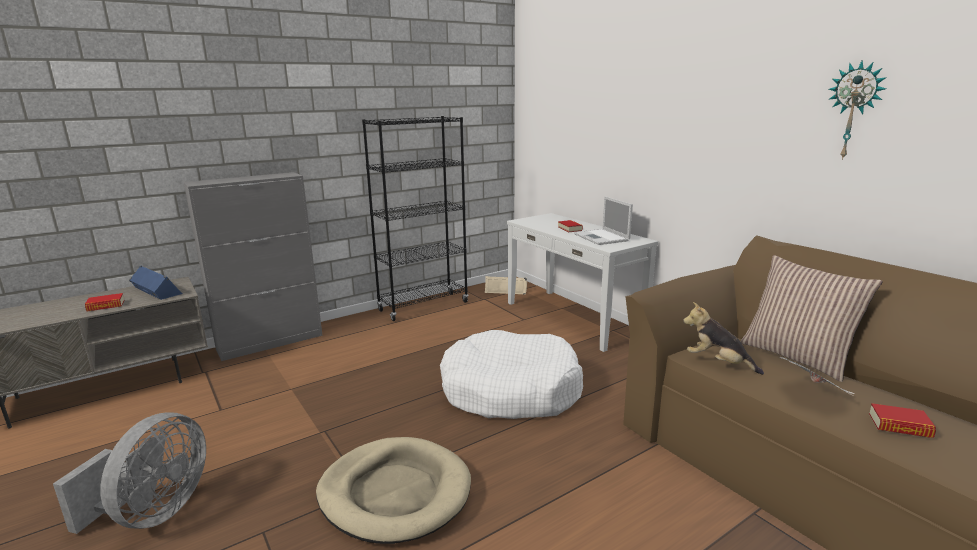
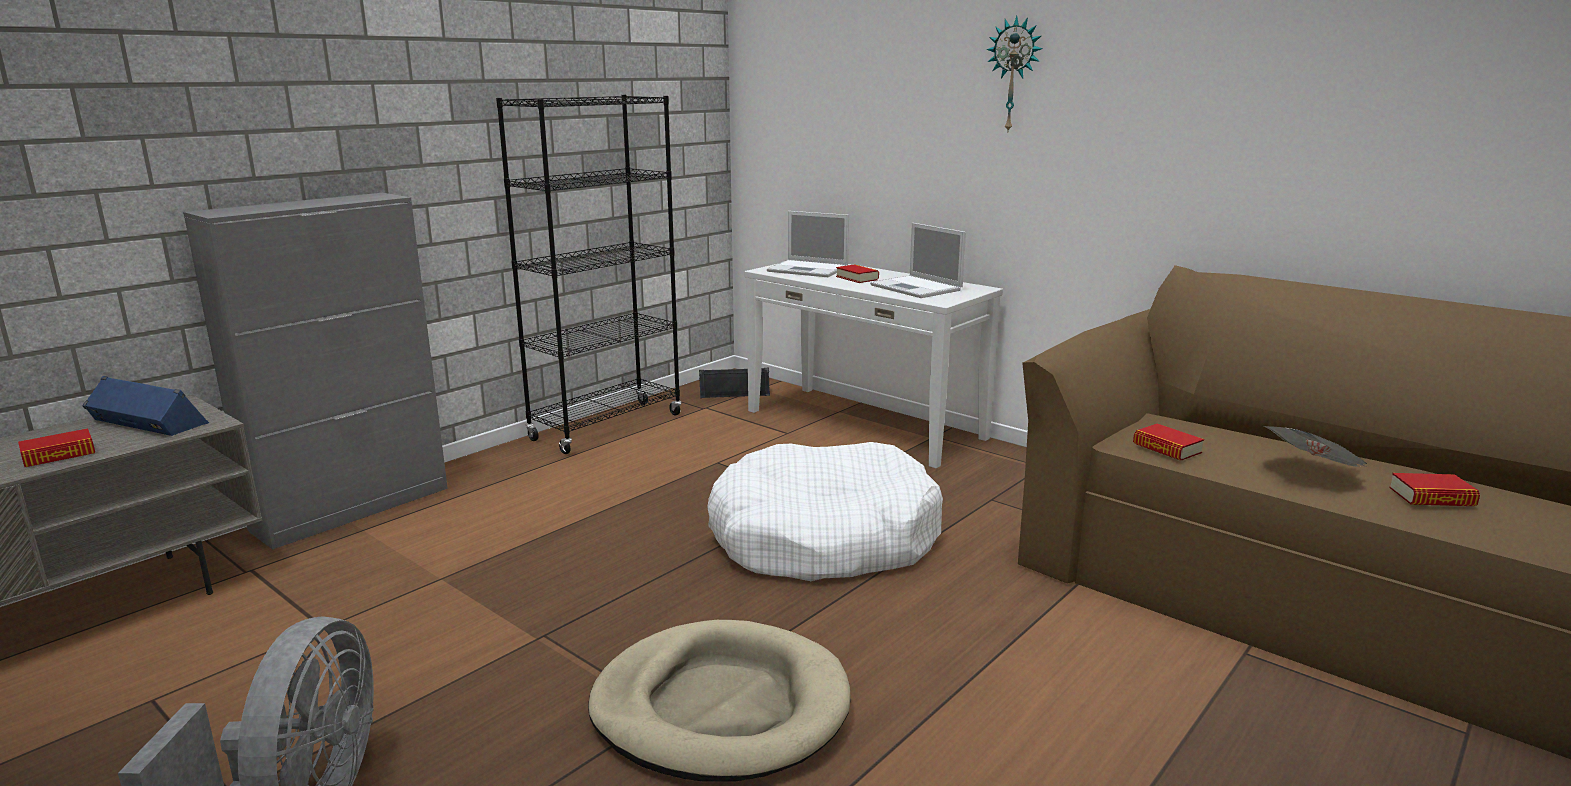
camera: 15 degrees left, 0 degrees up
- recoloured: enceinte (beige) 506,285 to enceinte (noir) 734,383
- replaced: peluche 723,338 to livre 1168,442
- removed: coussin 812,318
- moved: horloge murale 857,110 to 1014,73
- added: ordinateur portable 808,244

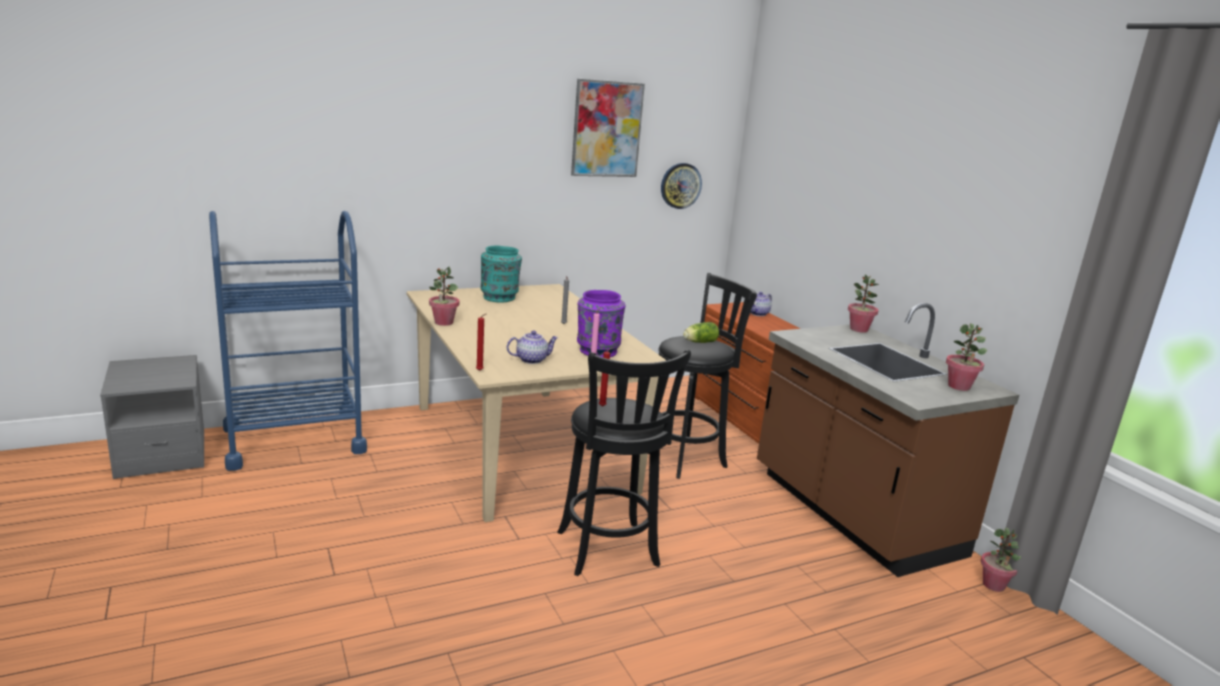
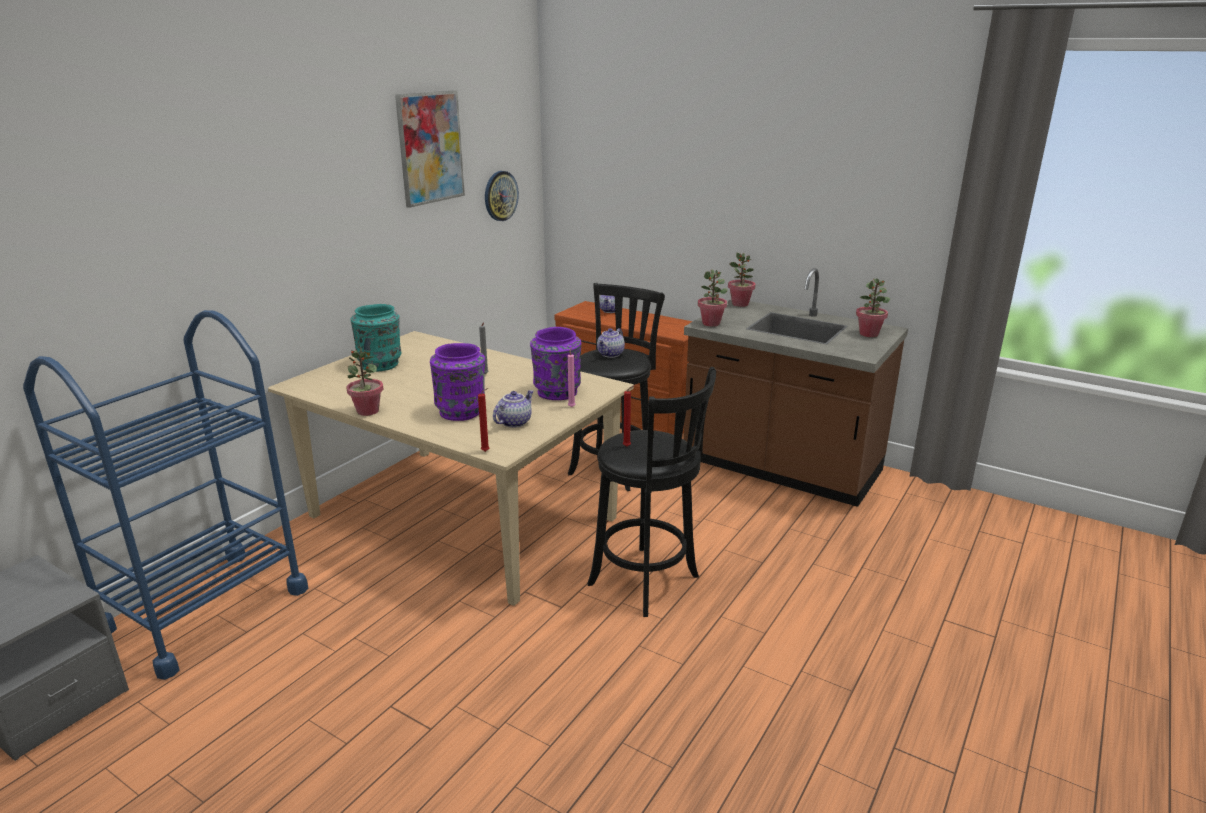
camera: 30 degrees left, 5 degrees up
- replaced: laitue 701,332 to théière 611,343
- moved: plante en pot 1001,560 to 712,298
- added: vase (violet) 457,382

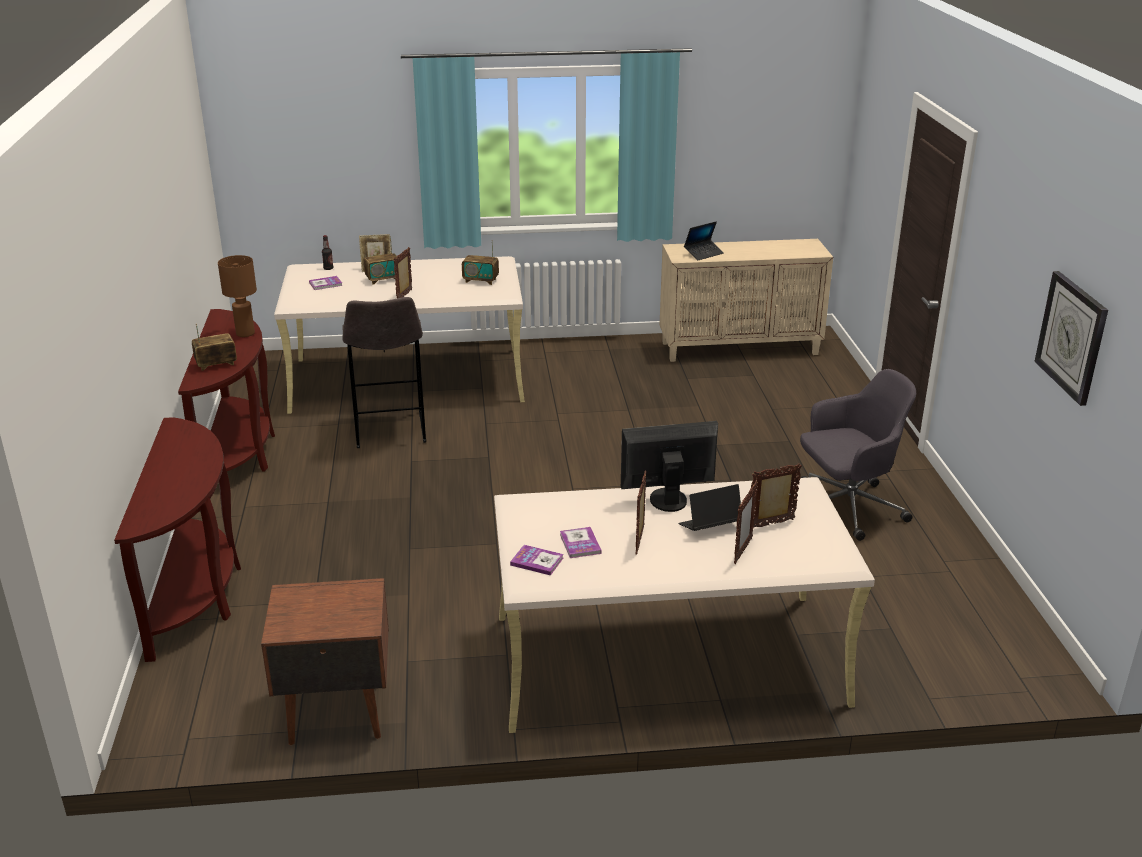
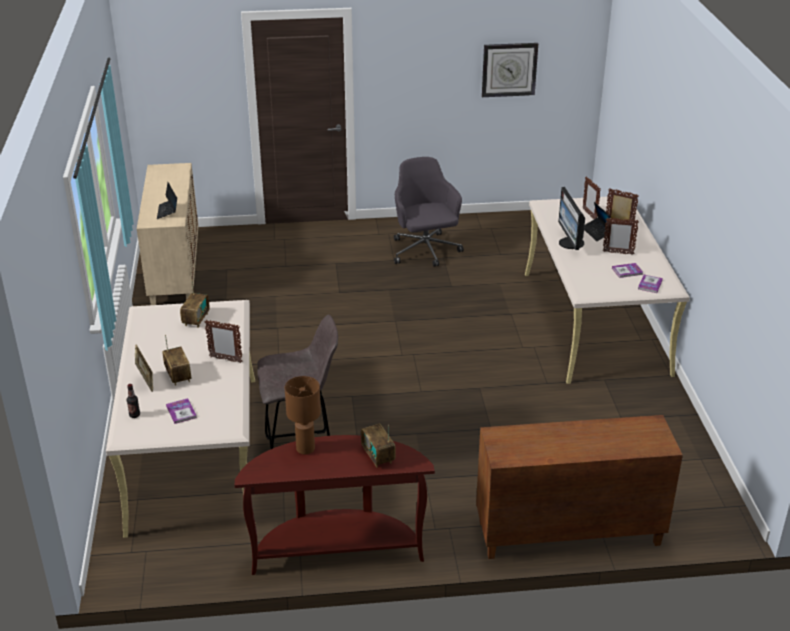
camera: 90 degrees left, 5 degrees up
- replaced: table console (marron) 177,539 to meuble de rangement (marron) 579,487
- removed: table de chevet (marron) 325,661
- turned: ordinateur portable 704,240 = 167,200 150 degrees counterclockwise

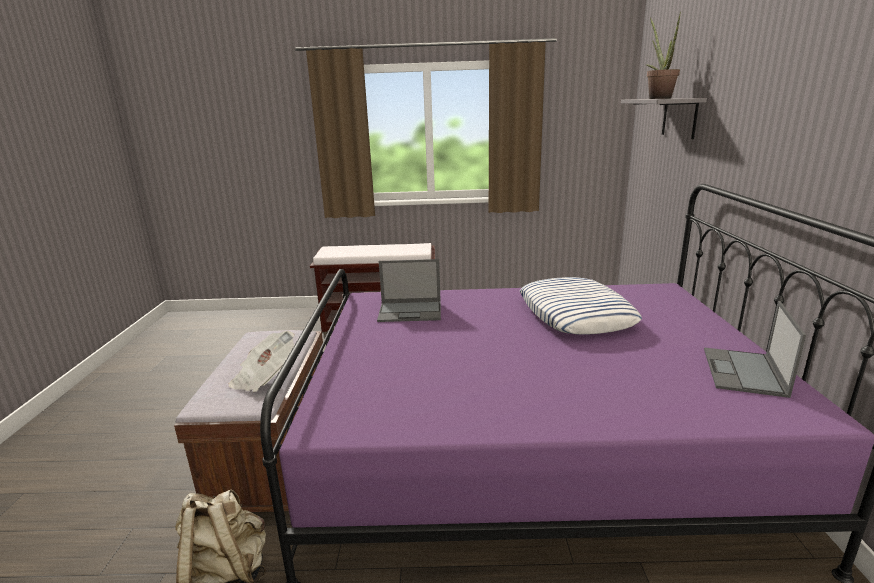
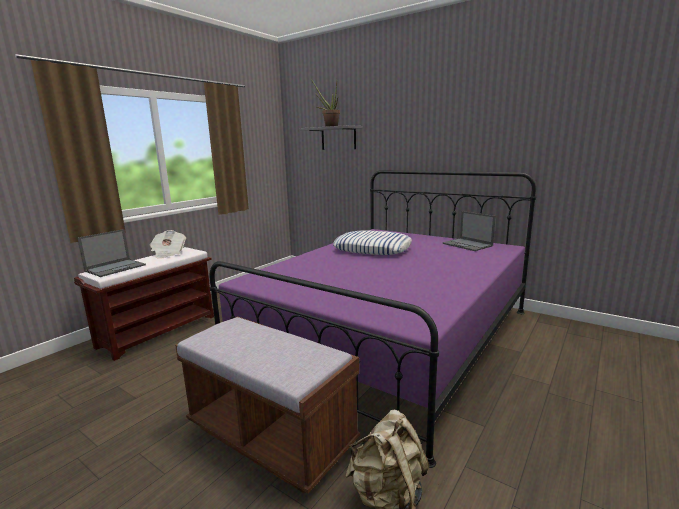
camera: 55 degrees left, 5 degrees down
- moved: journal 262,361 to 168,244
- moved: ordinateur portable 409,290 to 112,253

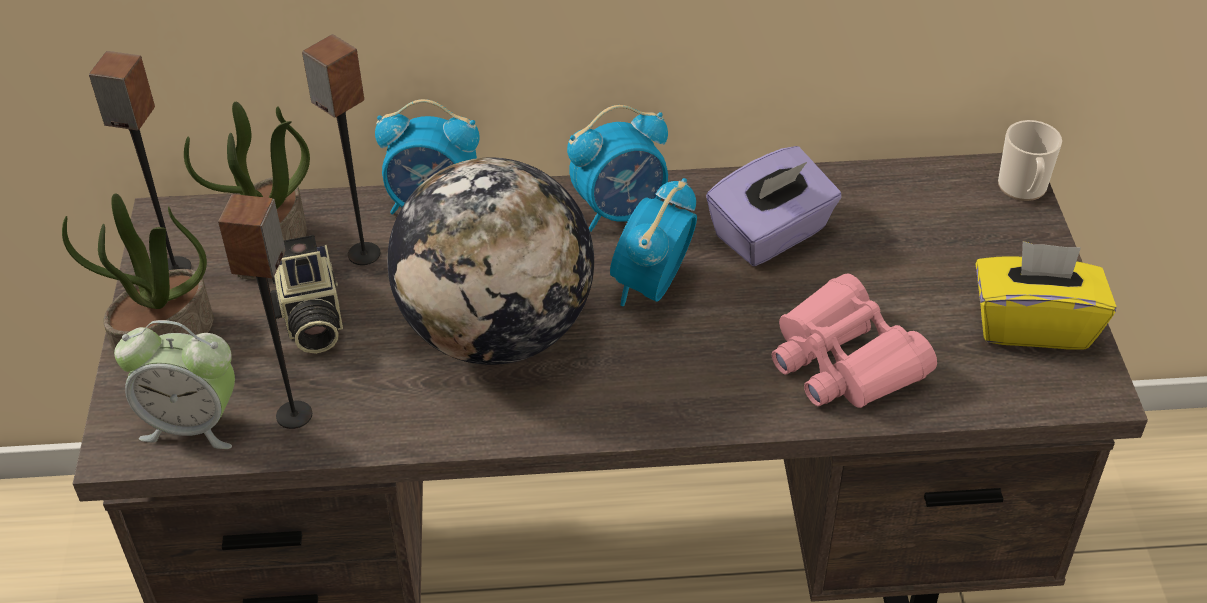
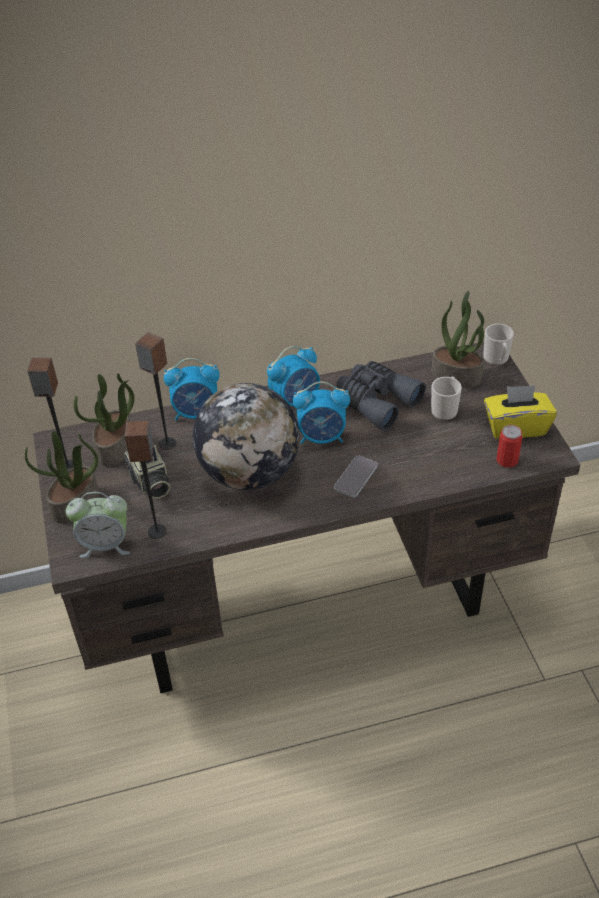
camera: 10 degrees left, 0 degrees up
- turned: réveil 653,242 = 321,412 105 degrees counterclockwise
- replaced: boîte à mouchoirs (violet) 774,206 to jumelles (gris) 381,396
- removed: jumelles (rose) 854,340
- added: téléphone 356,477
- added: plante en pot 457,339
- added: mug 446,398
- added: boîte métallique 509,446

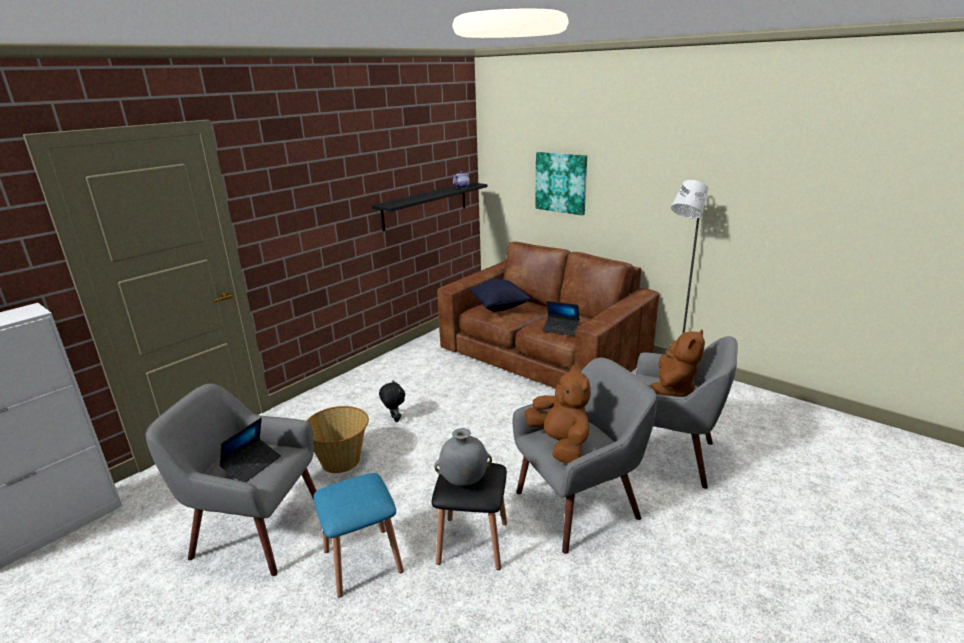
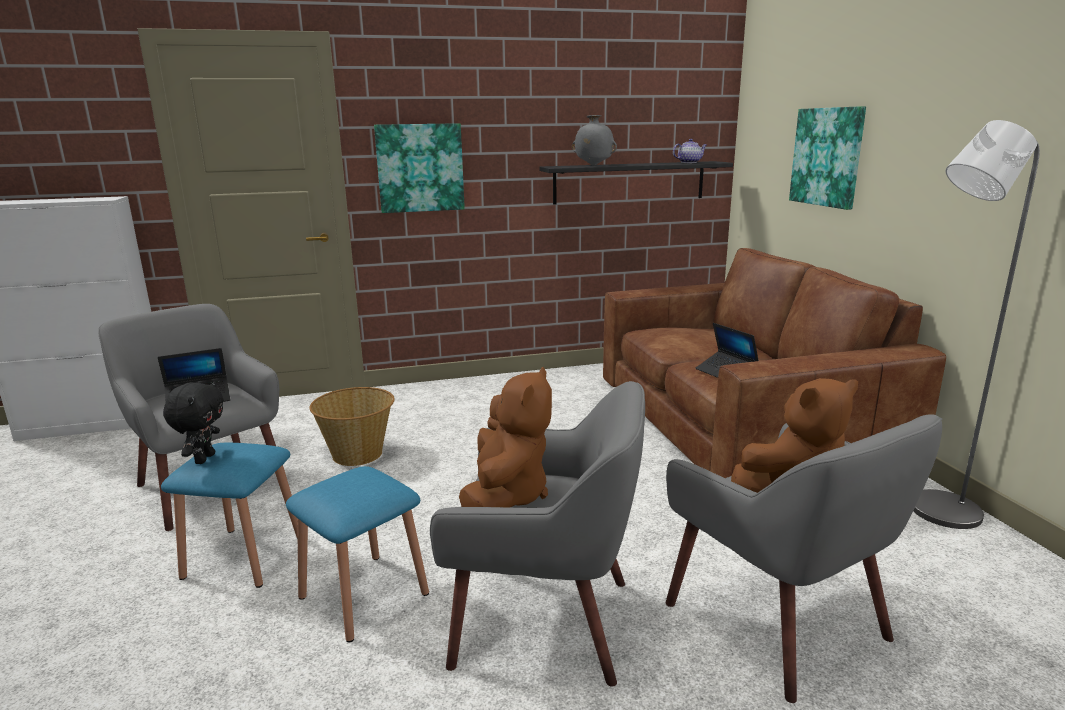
camera: 35 degrees right, 5 degrees down
- moved: peluche (noir) 392,401 to 193,422
- recoloured: tabouret (noir) 469,516 to tabouret (bleu) 357,554
- moved: vase (gris) 463,457 to 594,140
- removed: coussin (noir) 500,295
- added: tableau 419,168

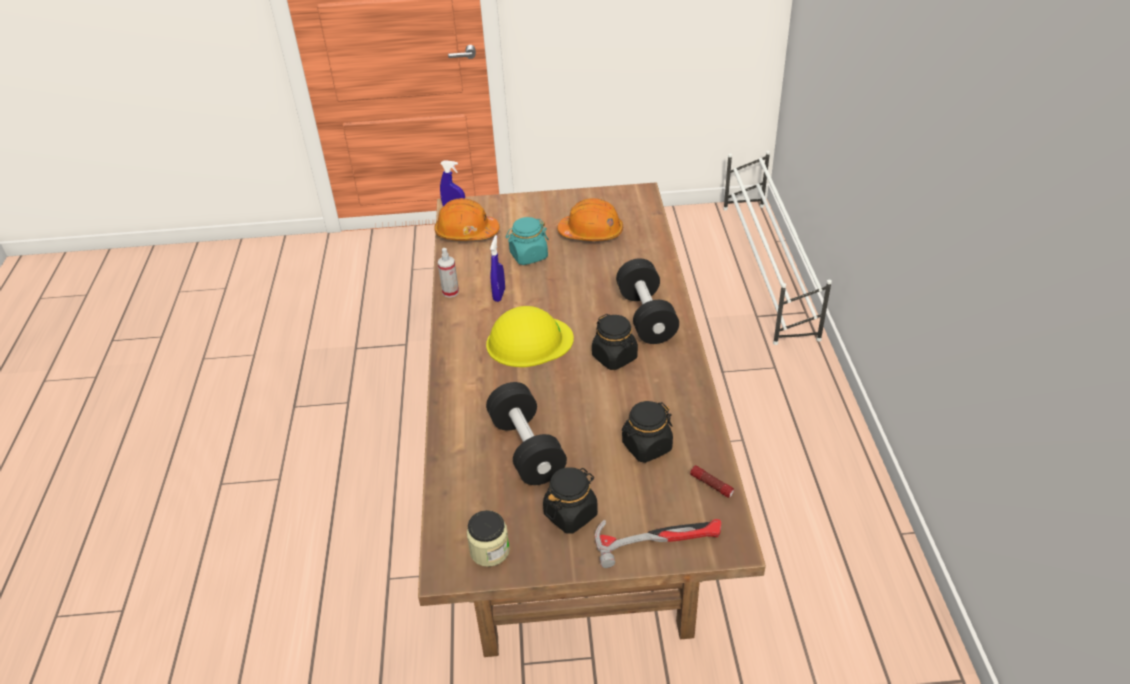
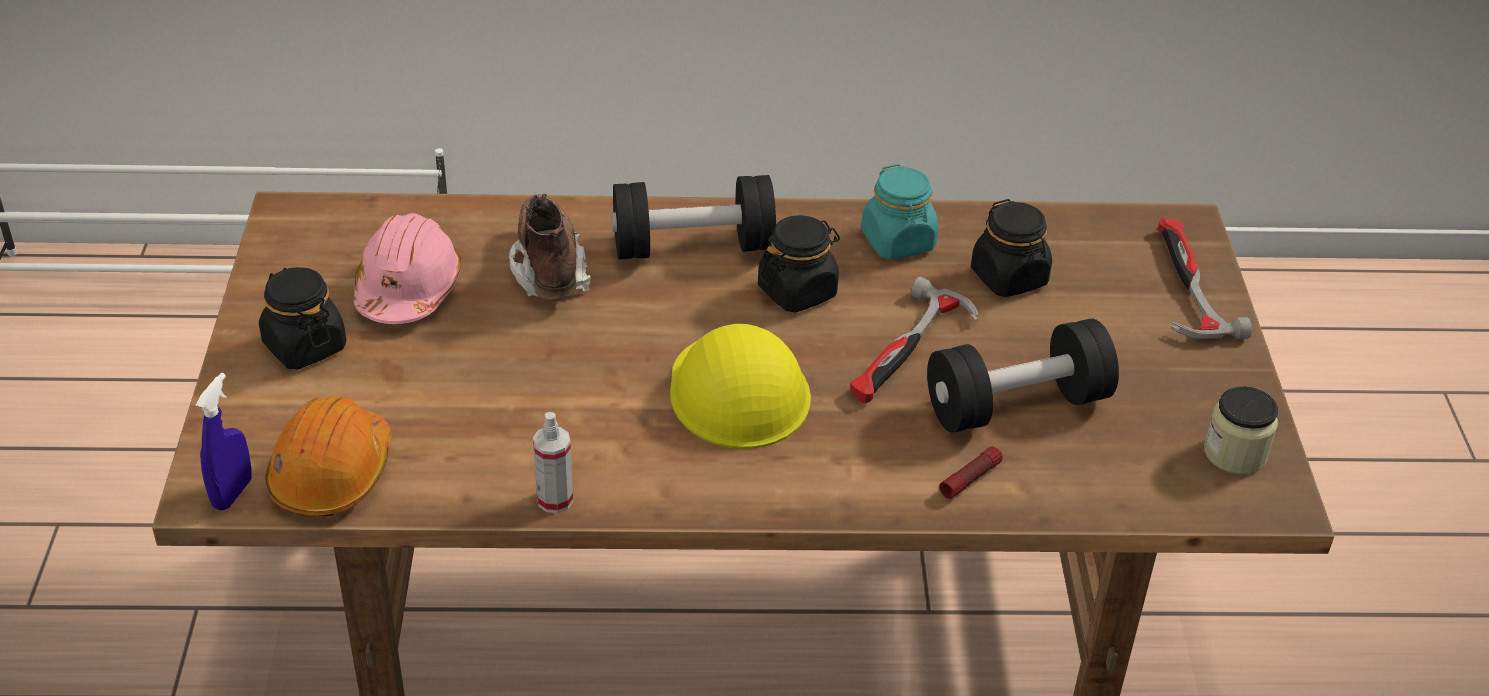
camera: 90 degrees left, 0 degrees up
- removed: vaporisateur (bleu) 497,268
- moved: bocal (turquoise) 527,241 to 899,212
- moved: bocal (noir) 570,500 to 302,318
- recoloured: casque de chantier (orange) 590,219 to casque de chantier (rose) 408,268
- moved: lampe de poche 712,481 to 970,473
- added: botte (marron) 550,247
- added: marteau 914,340

